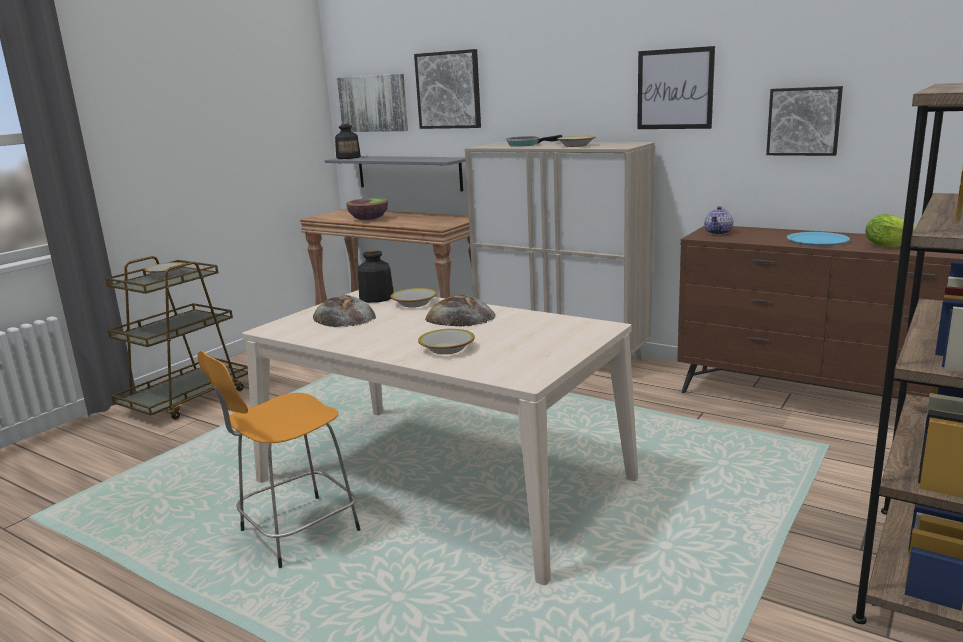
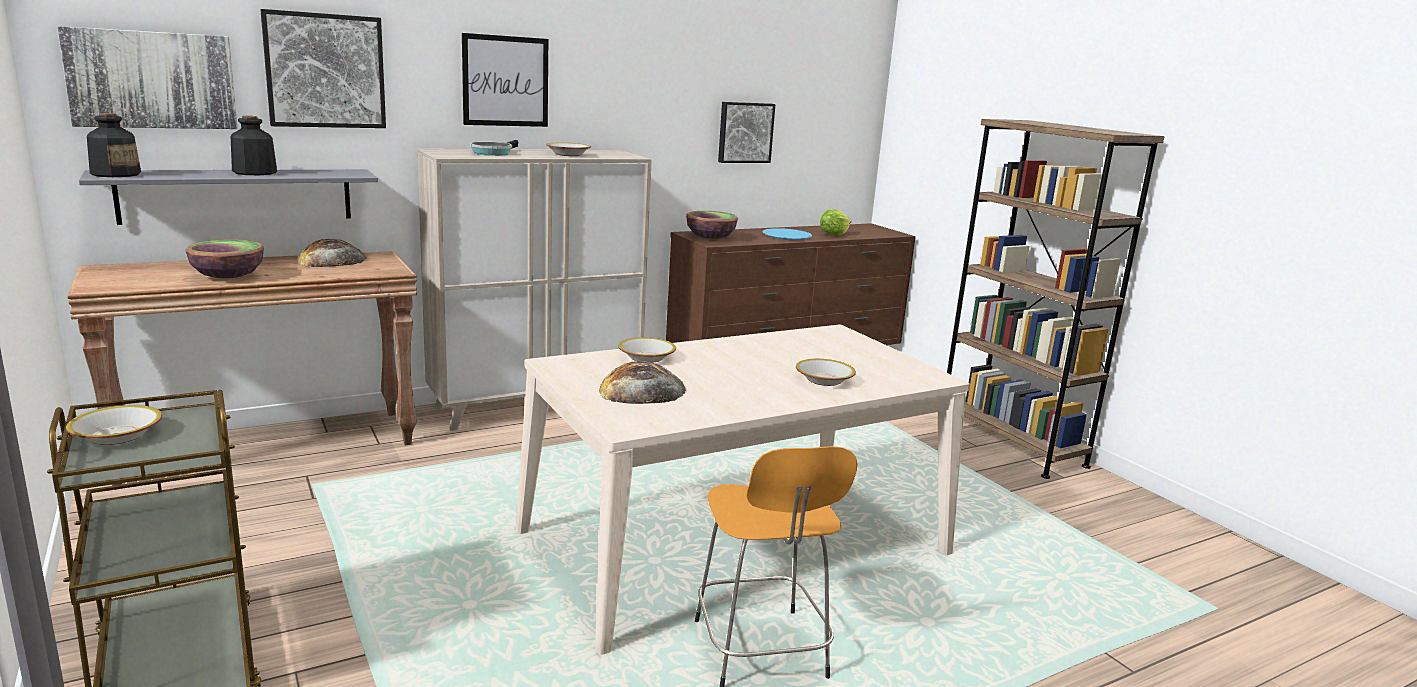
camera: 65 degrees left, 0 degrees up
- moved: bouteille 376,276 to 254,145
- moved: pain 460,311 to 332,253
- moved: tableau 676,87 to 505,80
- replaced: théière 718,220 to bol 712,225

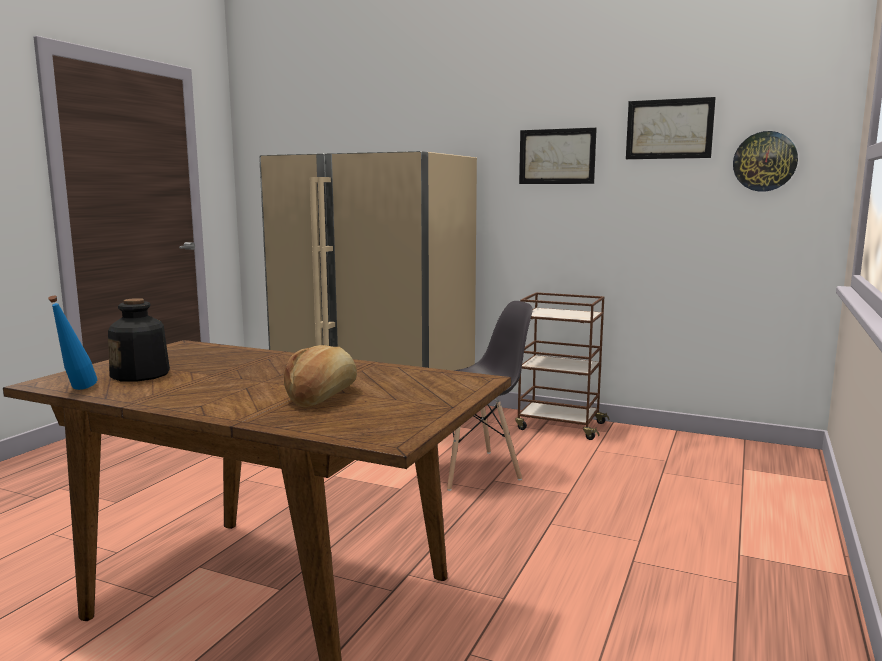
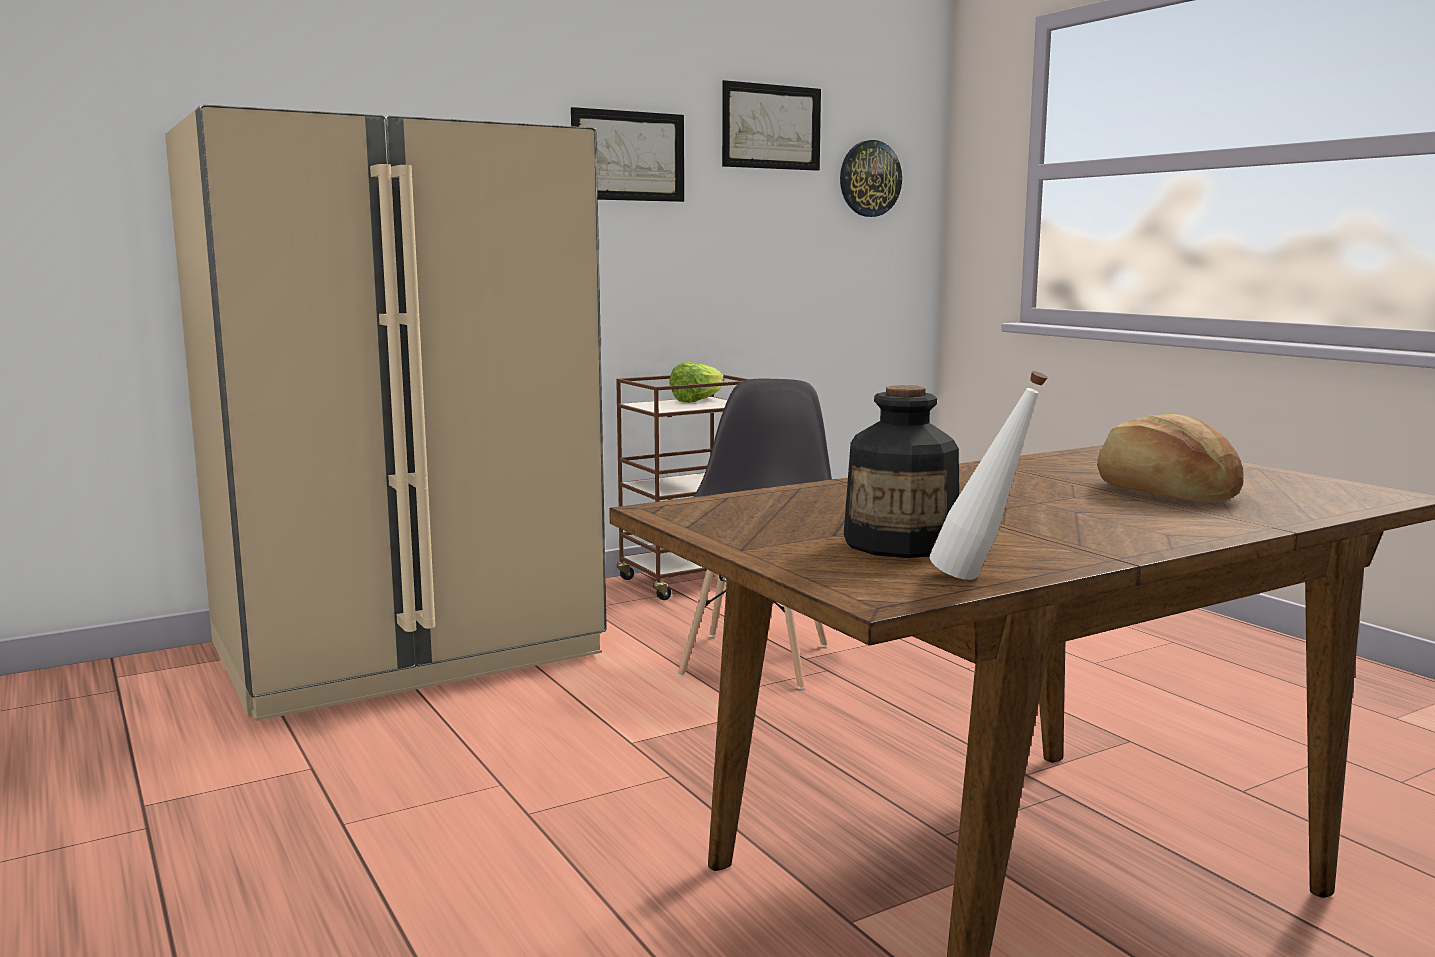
camera: 55 degrees left, 0 degrees up
- recoloured: bouteille (bleu) 72,343 to bouteille (blanc) 989,475
- added: laitue 697,382

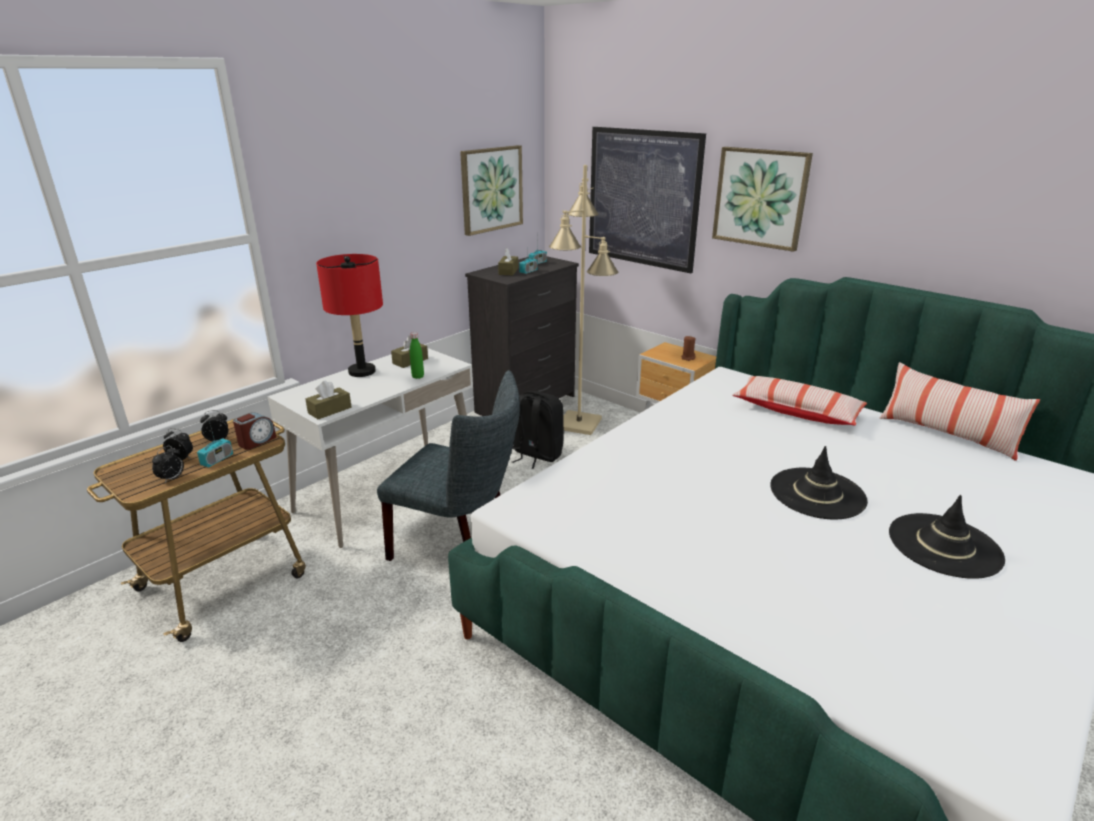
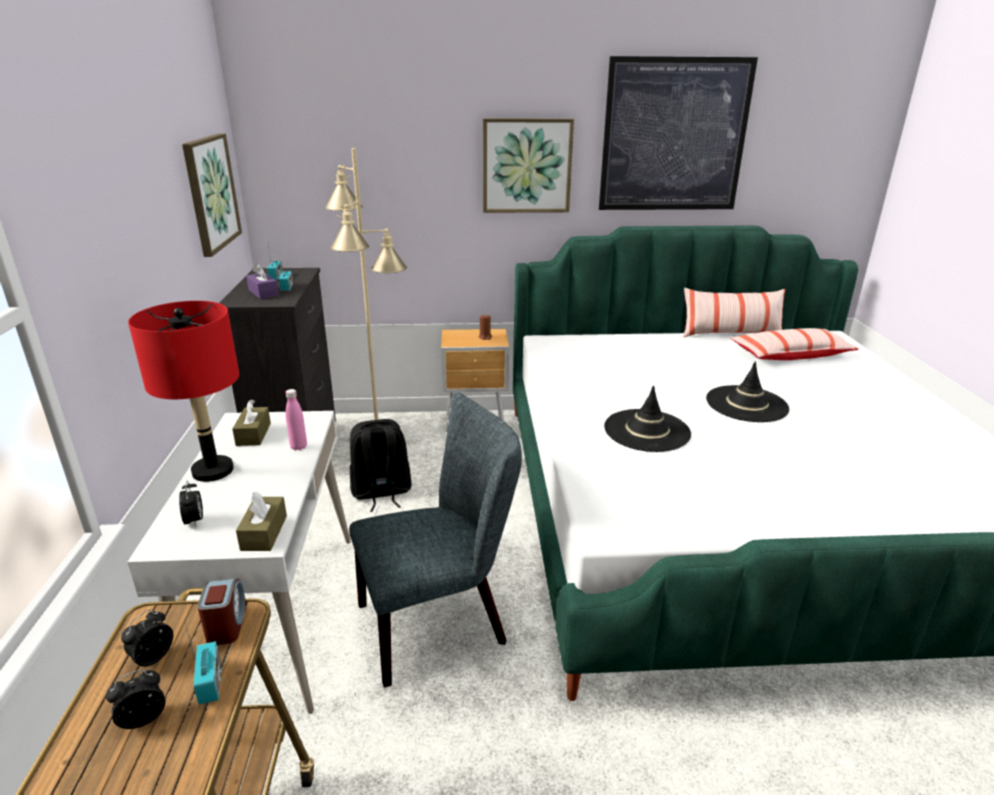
camera: 45 degrees left, 0 degrees up
- moved: réveil 168,464 to 191,504
- recoloured: bouteille (vert) 417,355 to bouteille (rose) 296,419
- recoloured: boîte à mouchoirs (marron) 508,261 to boîte à mouchoirs (violet) 262,281
- moved: tableau 647,200 to 678,133
- moved: coussin 799,400 to 794,344
- moved: chapeau (noir) 947,537 to 647,418

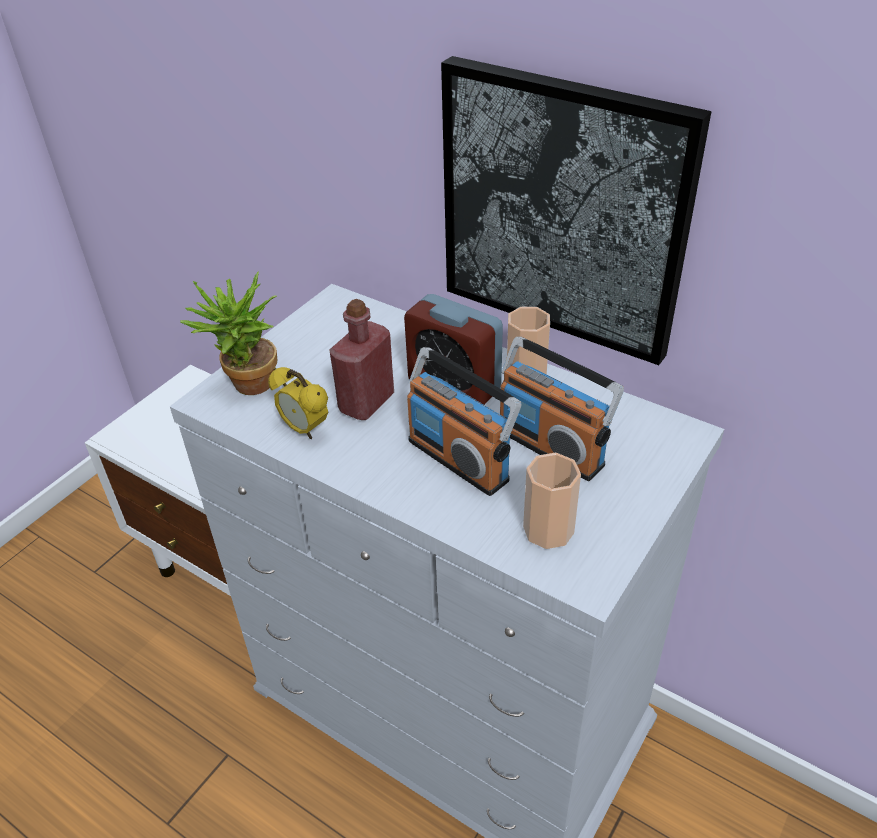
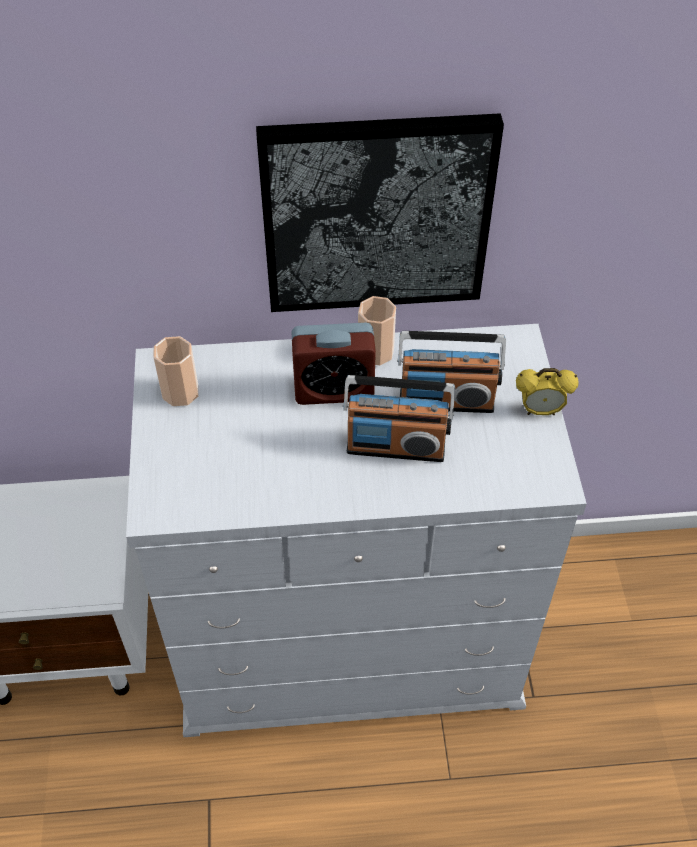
camera: 40 degrees left, 10 degrees up
- removed: plante en pot 228,333
- moved: réveil 298,403 to 547,391
- removed: bouteille (rouge) 361,359
- moved: tasse 552,501 to 176,371

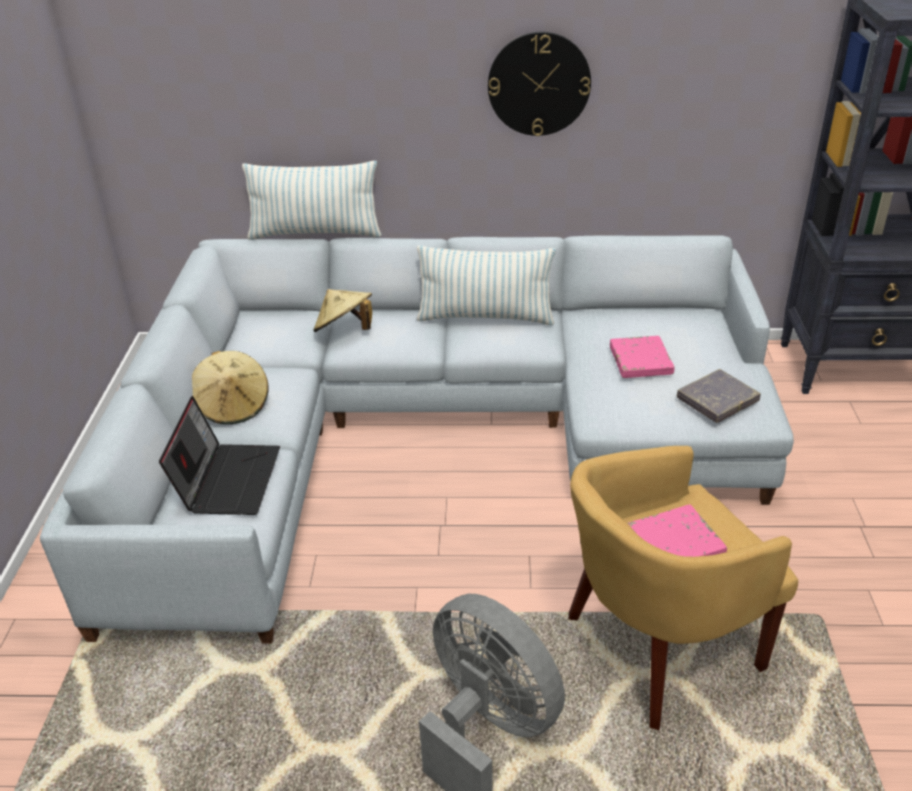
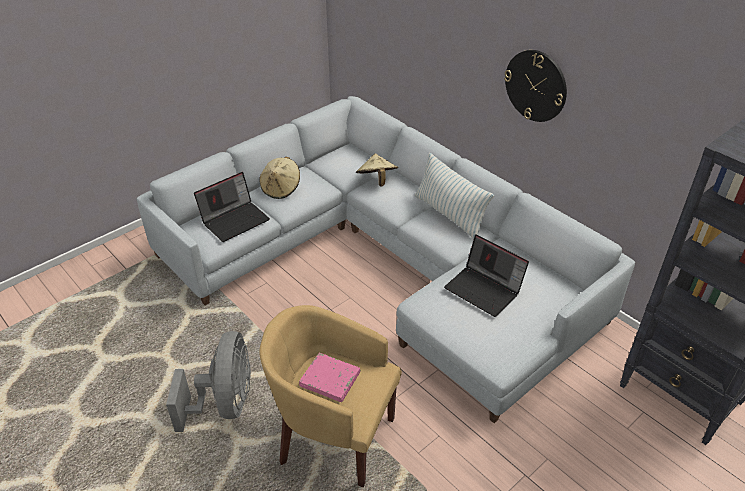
camera: 45 degrees right, 5 degrees up
- removed: coussin 312,200
- replaced: livre (rose) 642,357 to ordinateur portable 486,275
- removed: livre (gris) 719,396

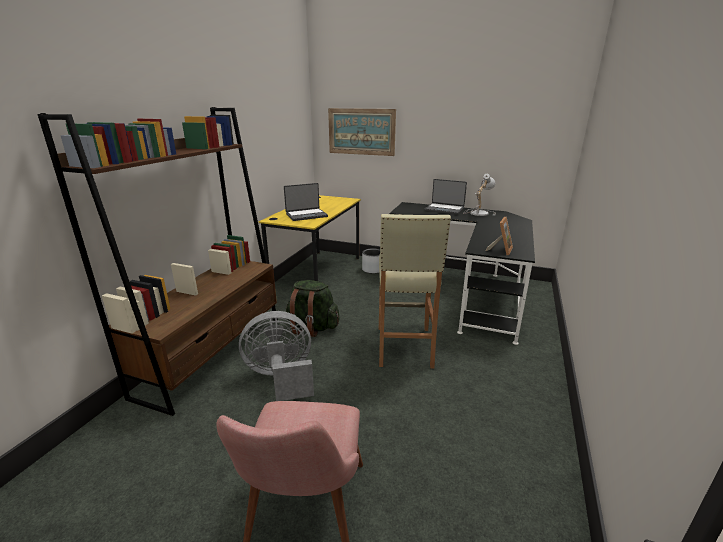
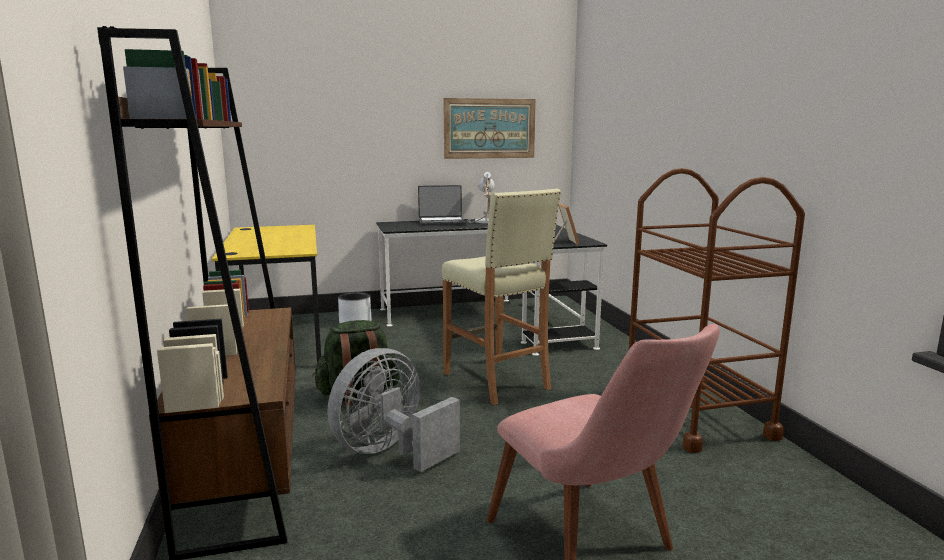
camera: 35 degrees left, 10 degrees down
- removed: ordinateur portable 306,202
- moved: tableau 362,132 to 489,128
- added: chariot (marron) 716,310

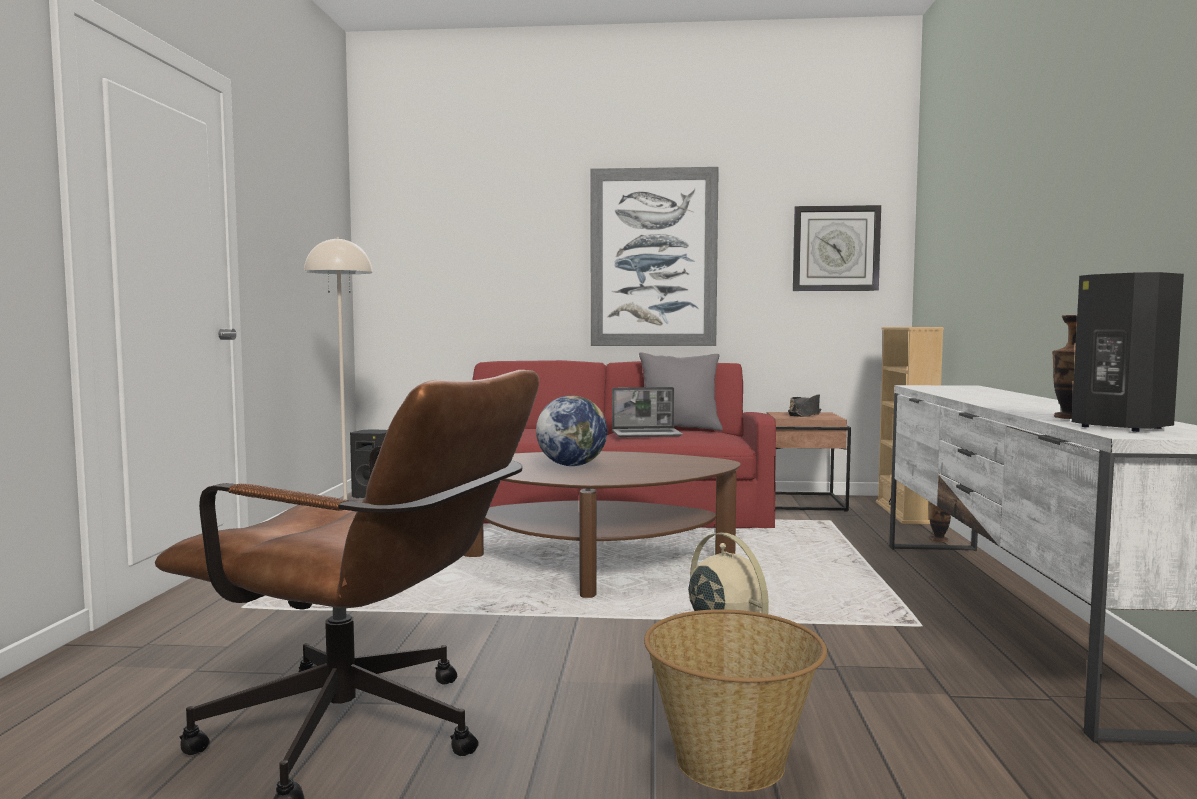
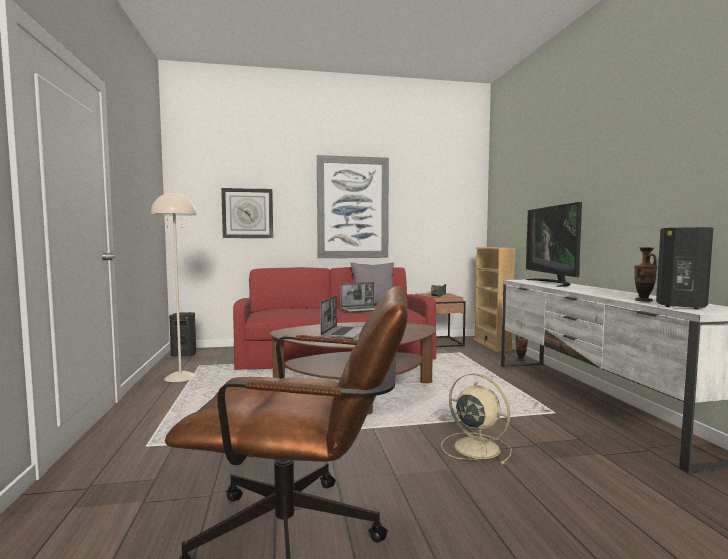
camera: 15 degrees left, 0 degrees up
- replaced: globe 571,430 to ordinateur portable 341,317
- removed: panier 735,700
- moved: horloge murale 837,248 to 247,213
- added: téléviseur 554,244

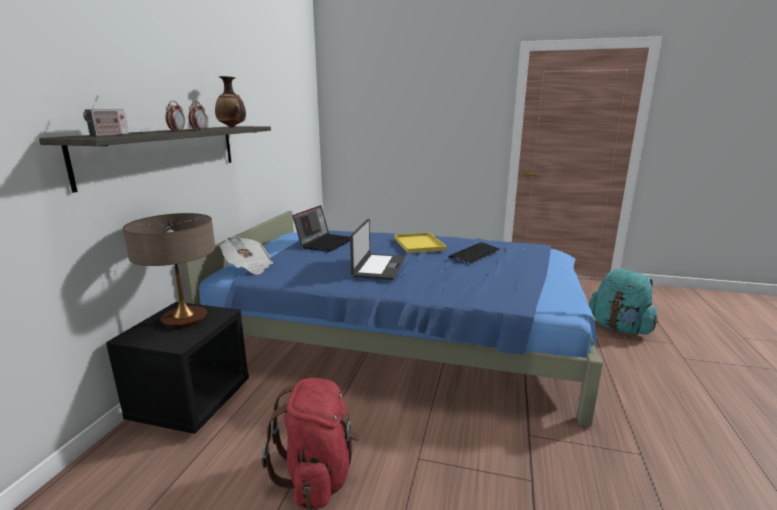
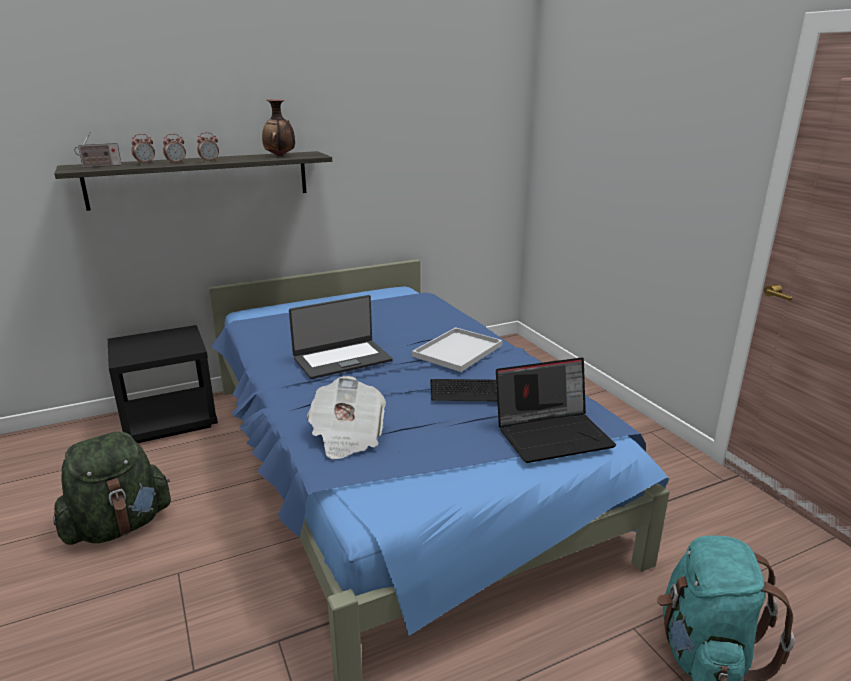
camera: 50 degrees right, 5 degrees up
- removed: lampe de table 169,270
- moved: journal 246,255 to 346,417
- recoloured: sac à dos (rouge) 311,443 to sac à dos (vert) 112,488
- moved: ordinateur portable 321,228 to 556,410
- recoloured: plateau (jaune) 420,242 to plateau (blanc) 457,349
- added: réveil 143,149

